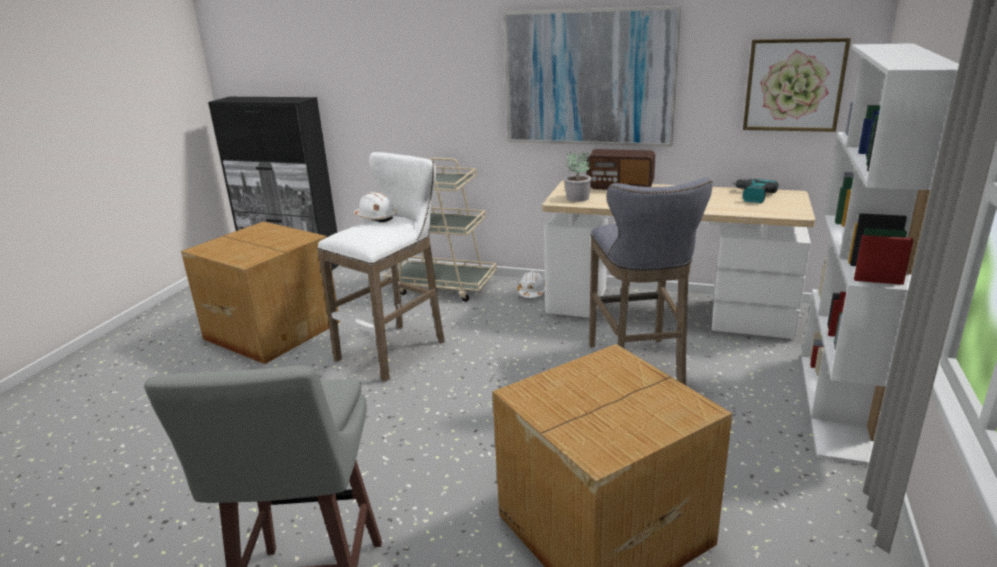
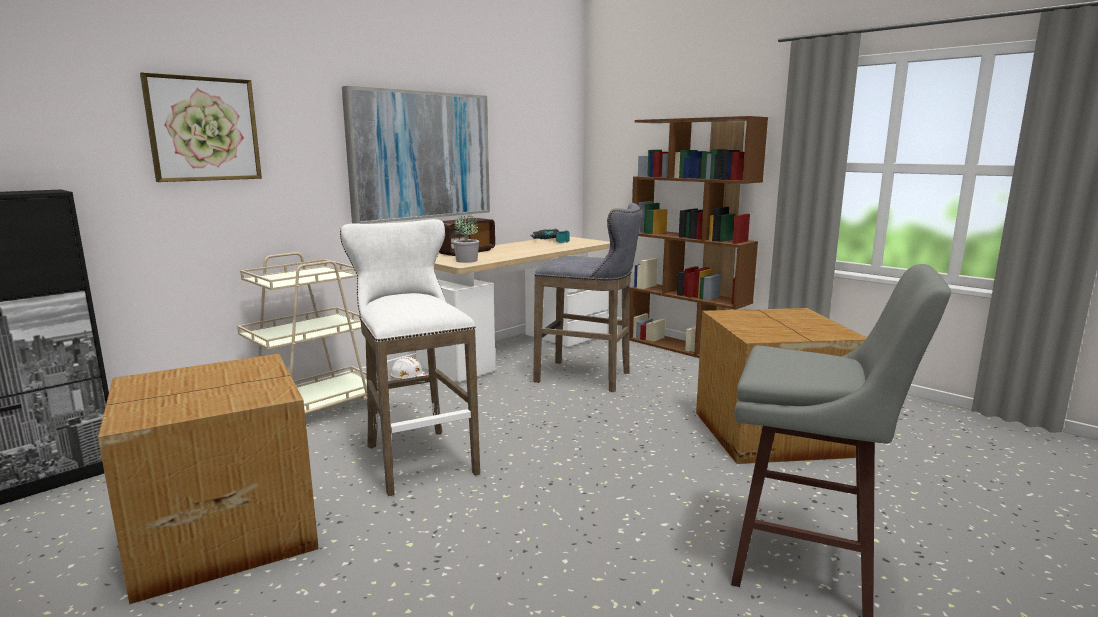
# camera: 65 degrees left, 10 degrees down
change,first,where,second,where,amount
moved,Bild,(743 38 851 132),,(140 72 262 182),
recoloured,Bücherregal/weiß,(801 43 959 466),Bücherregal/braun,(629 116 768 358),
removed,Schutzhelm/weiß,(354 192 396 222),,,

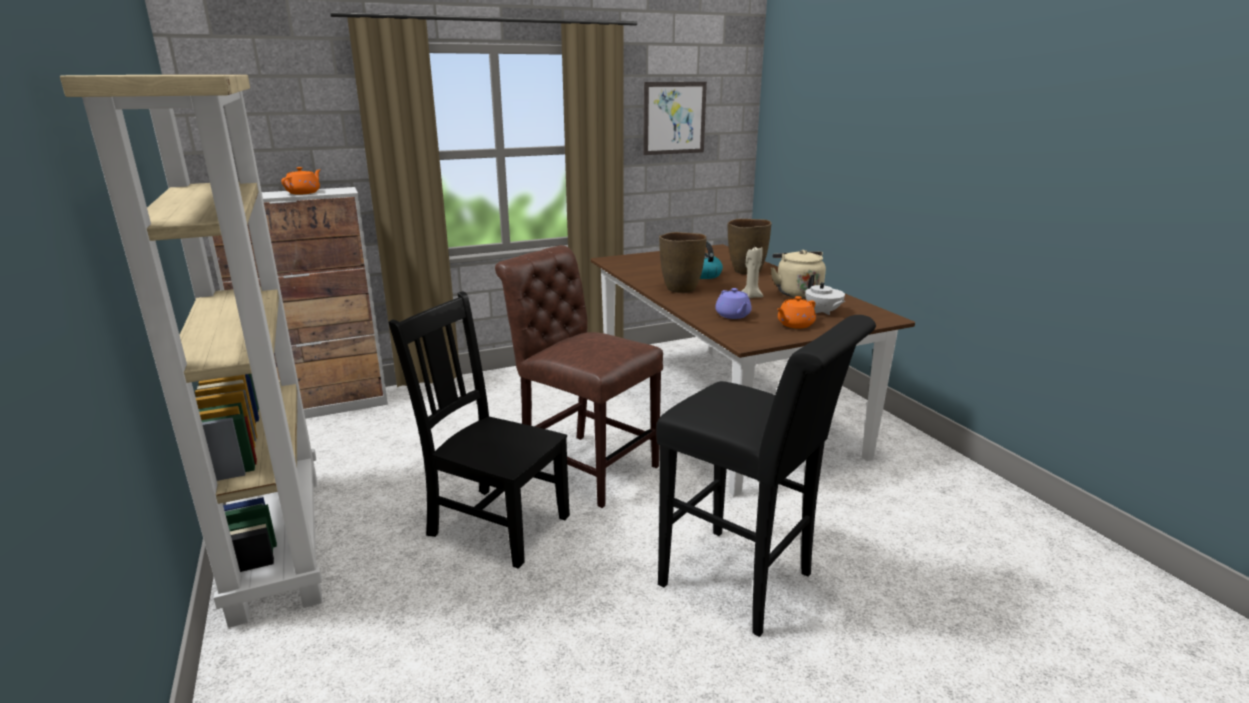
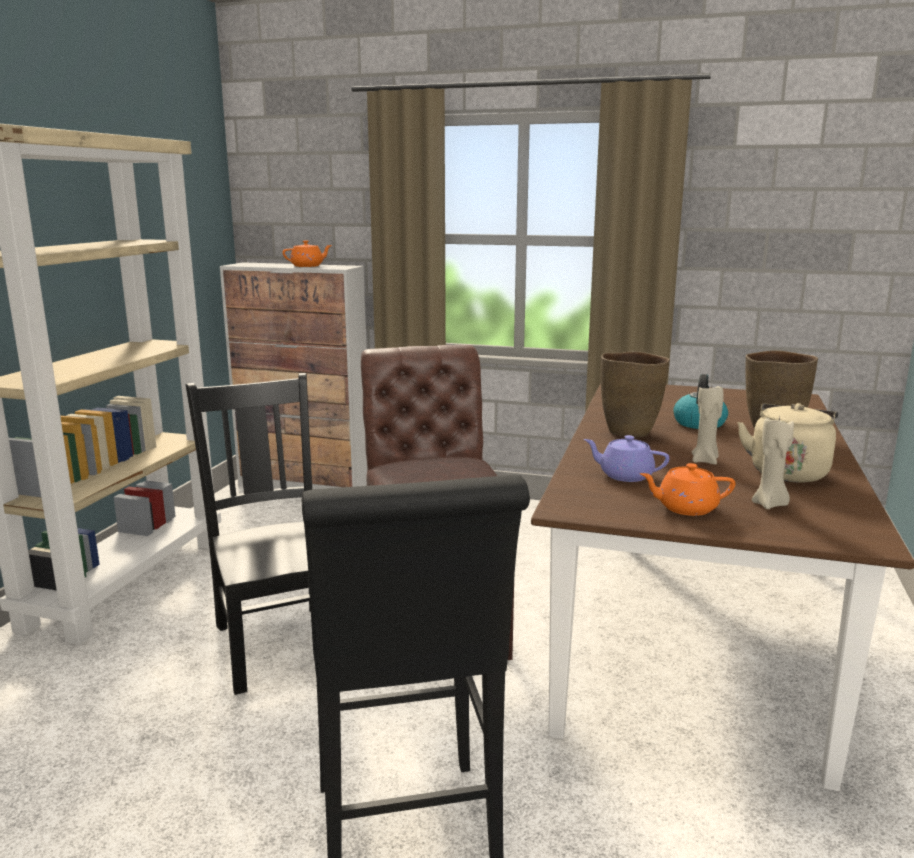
# camera: 40 degrees right, 5 degrees down
change,first,where,second,where,amount
turned,Teekanne/lila,(715 288 752 319),,(584 435 670 482),90 degrees clockwise
replaced,Teekanne/weiß,(805 274 845 315),Kerze/beige,(752 417 794 509),
removed,Bild,(643 82 707 155),,,

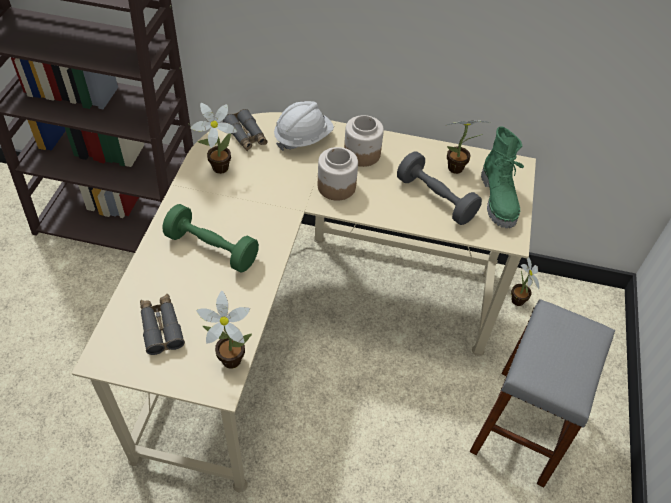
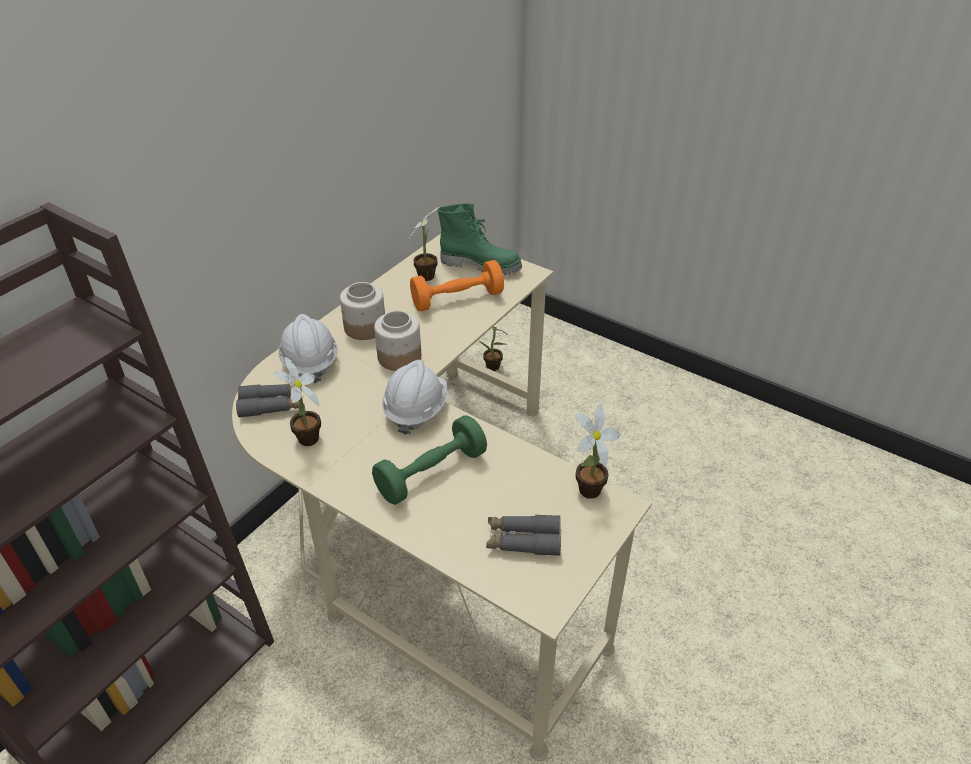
# camera: 65 degrees left, 10 degrees down
change,first,where,second,where,amount
added,,,Schutzhelm/weiß,(382 360 447 435),
recoloured,Hantel/grau,(397 151 482 225),Hantel/orange,(410 260 504 311),
removed,Hocker/grau,(470 299 615 488),,,

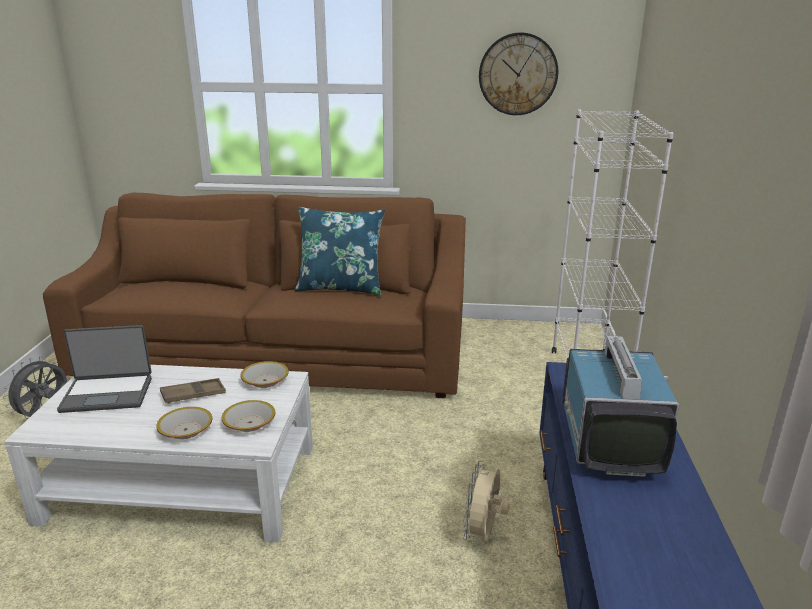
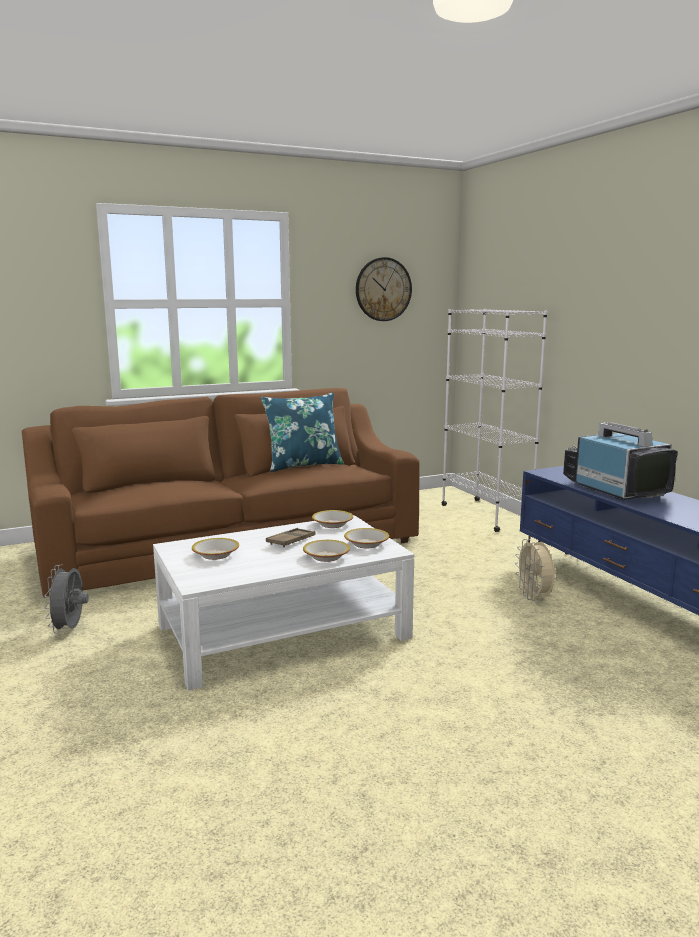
# camera: 30 degrees left, 10 degrees down
change,first,where,second,where,amount
replaced,Laptop,(57 325 152 413),Schüssel,(192 538 239 560),

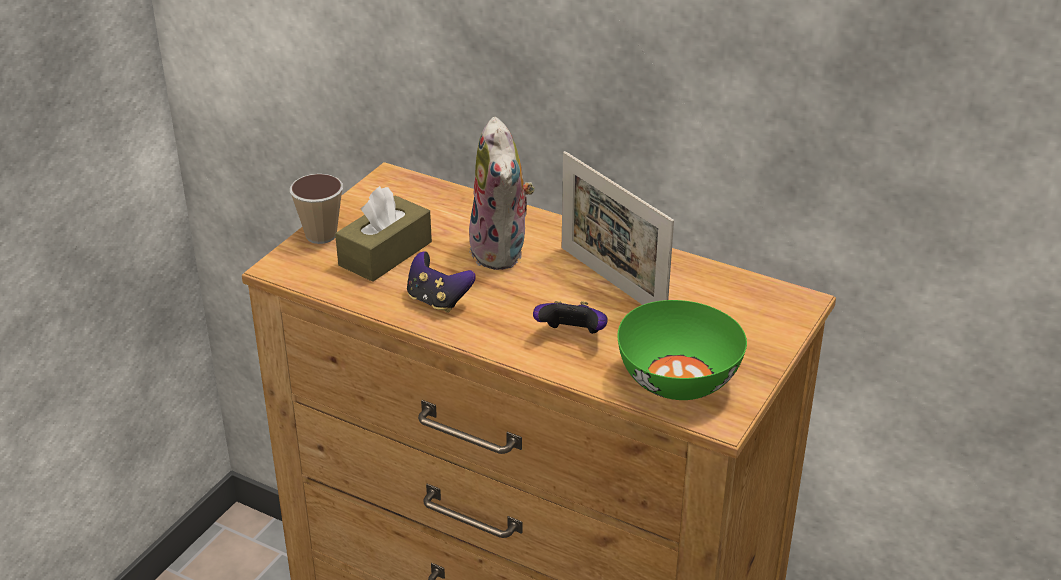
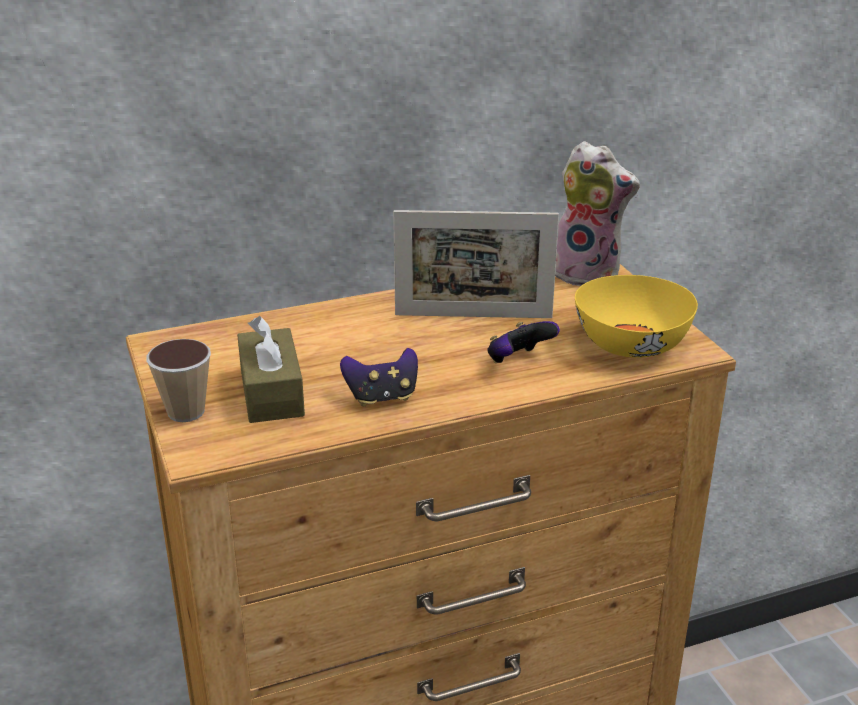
# camera: 50 degrees left, 5 degrees down
change,first,where,second,where,amount
moved,Plüschtier,(469 117 535 270),,(555 141 640 286),
recoloured,Schüssel/grün,(617 300 747 400),Schüssel/gelb,(575 275 698 358),

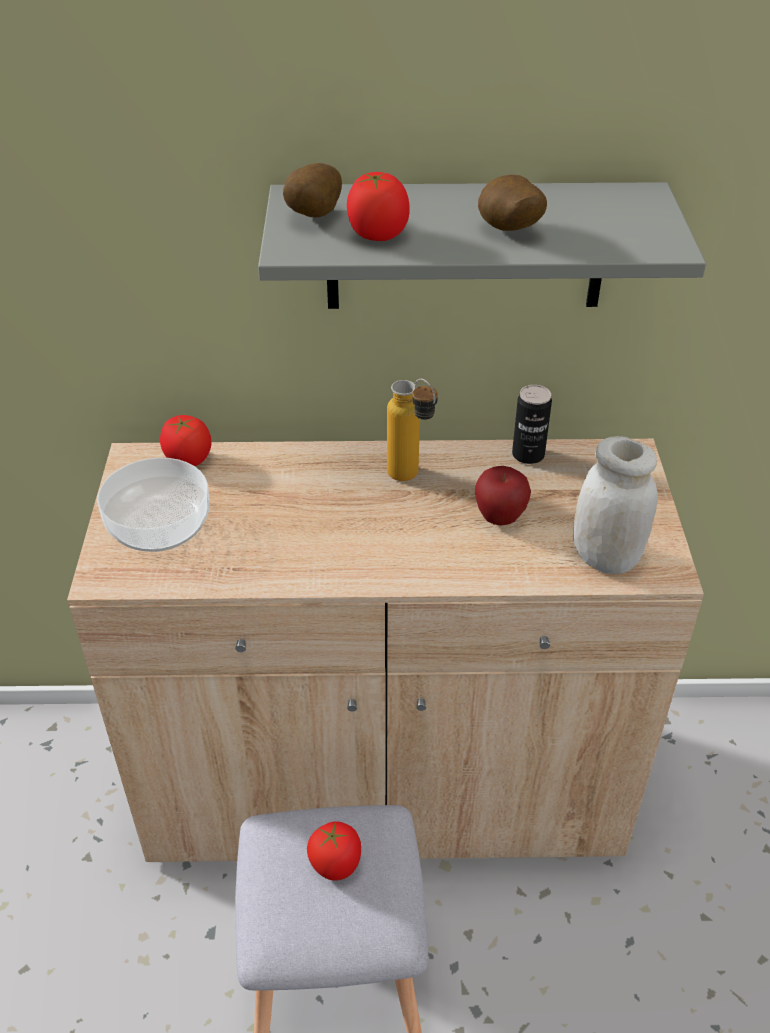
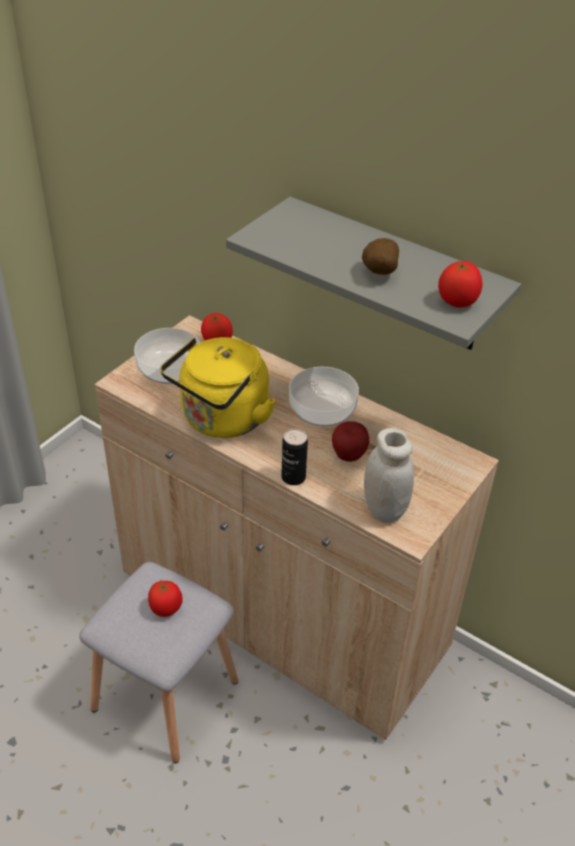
# camera: 35 degrees right, 0 degrees up
change,first,where,second,where,amount
added,,,Wasserkessel/gelb,(160 337 276 438),
moved,Dose,(512 385 552 464),,(281 429 308 485),
replaced,Flasche,(387 379 438 481),Schüssel,(289 367 359 427),
moved,Tomate,(347 172 410 241),,(438 260 482 308),
removed,Kartoffel,(283 163 342 217),,,

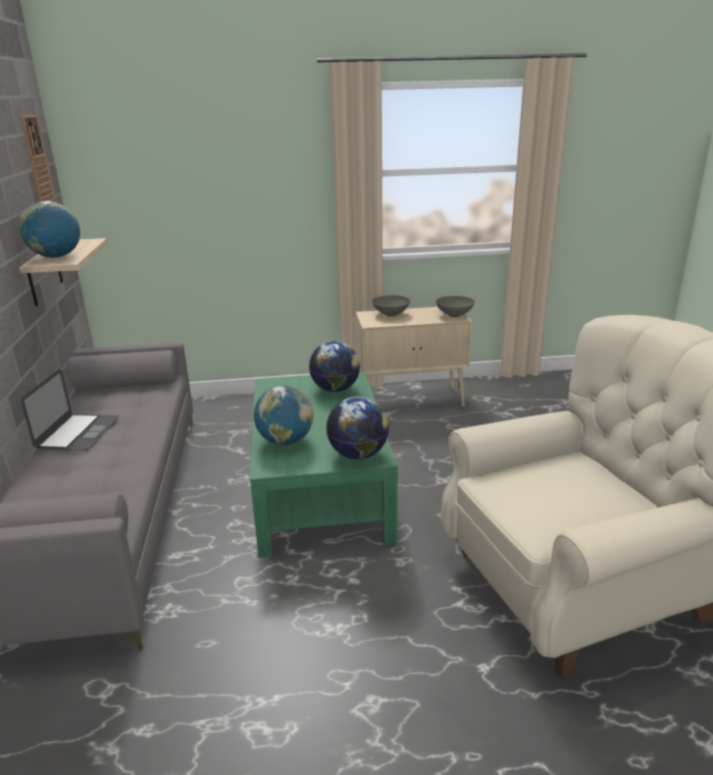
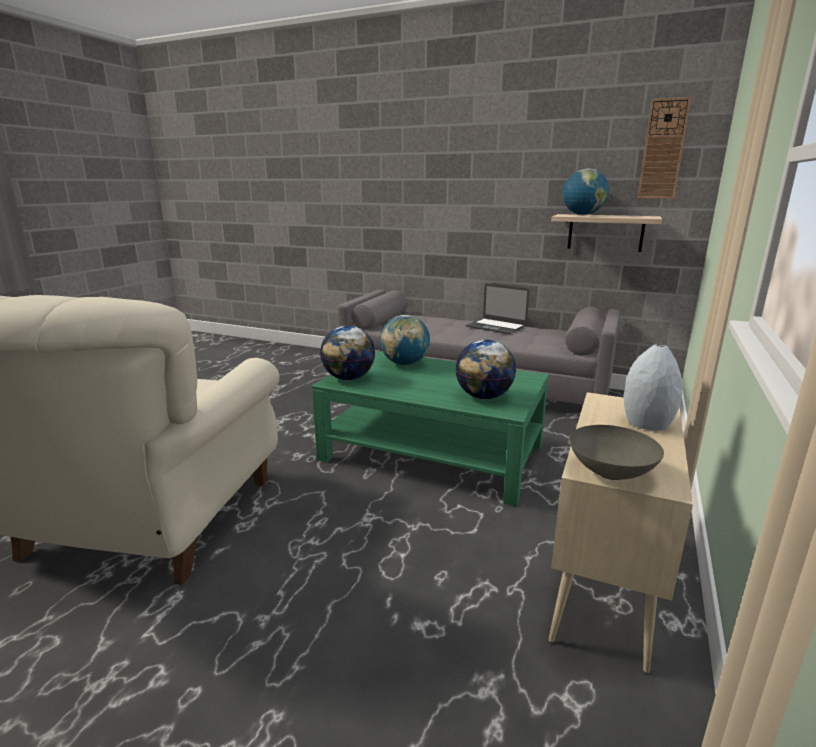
# camera: 120 degrees right, 5 degrees down
change,first,where,second,where,amount
replaced,Schüssel/grau,(372 295 410 317),Vase/grau,(624 344 683 431),

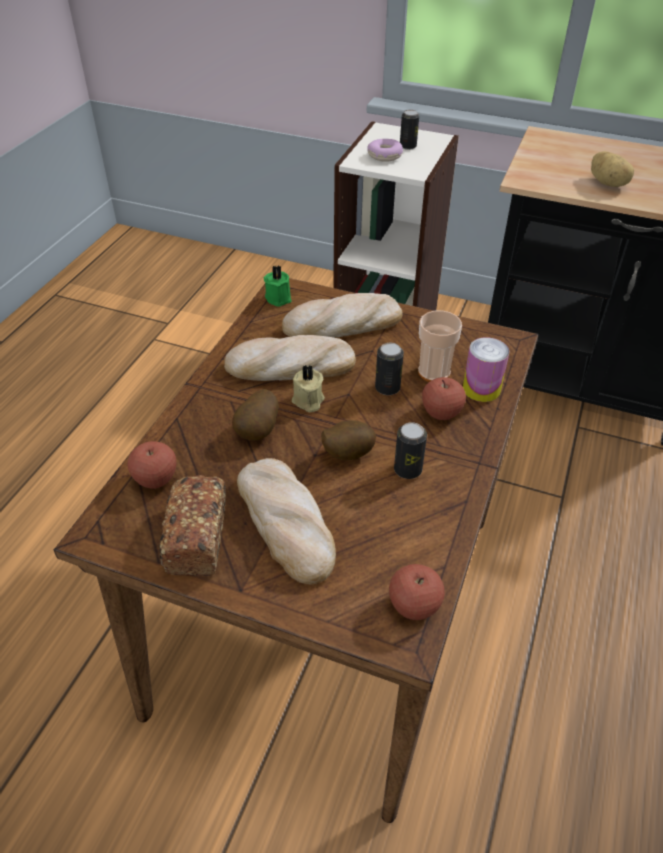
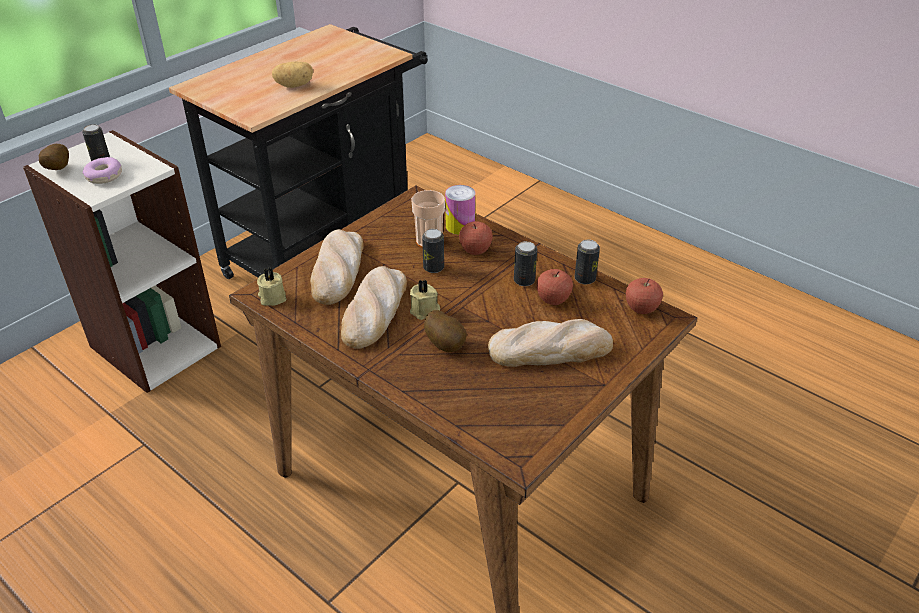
# camera: 70 degrees left, 5 degrees down
change,first,where,second,where,amount
moved,Kartoffel,(321 420 376 460),,(39 144 69 170),
recoloured,Kerze/grün,(264 266 292 307),Kerze/beige,(257 268 286 306),
moved,Apfel,(127 441 176 489),,(536 269 573 305),
added,,,Dose,(575 239 600 284),
removed,Brot,(159 475 226 576),,,

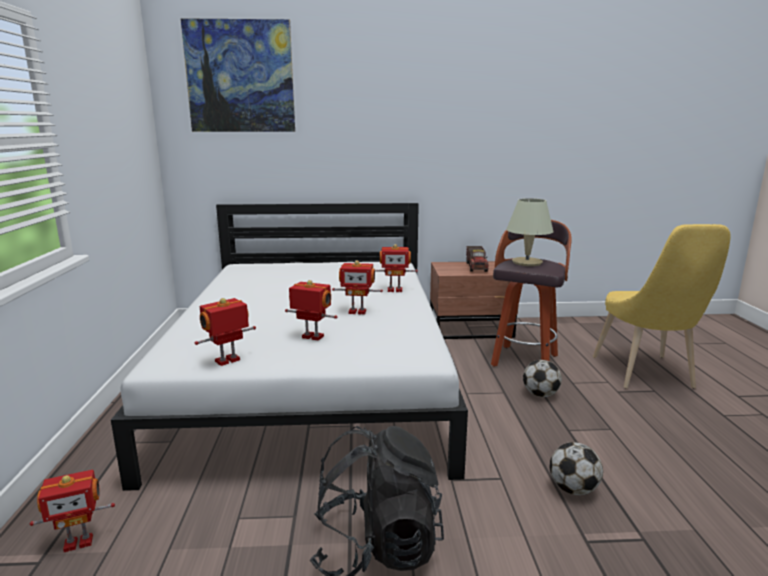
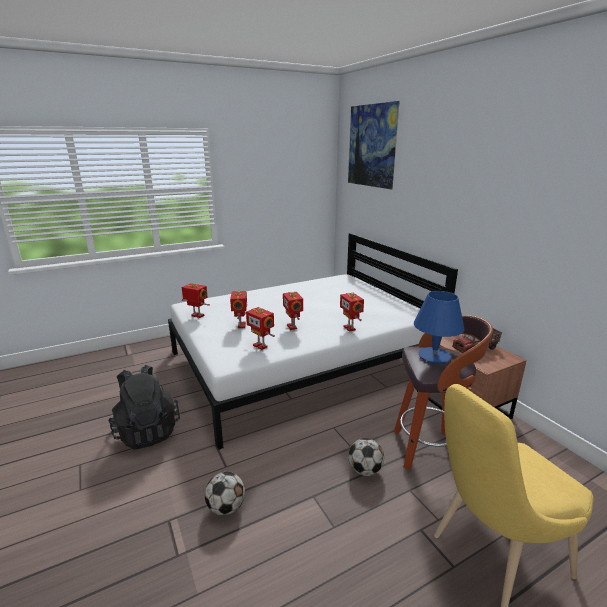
# camera: 65 degrees right, 5 degrees up
change,first,where,second,where,amount
moved,Spielzeugroboter,(30 470 115 552),,(246 307 275 350),
recoloured,Tischlampe/beige,(506 198 554 266),Tischlampe/blau,(414 291 464 364),

